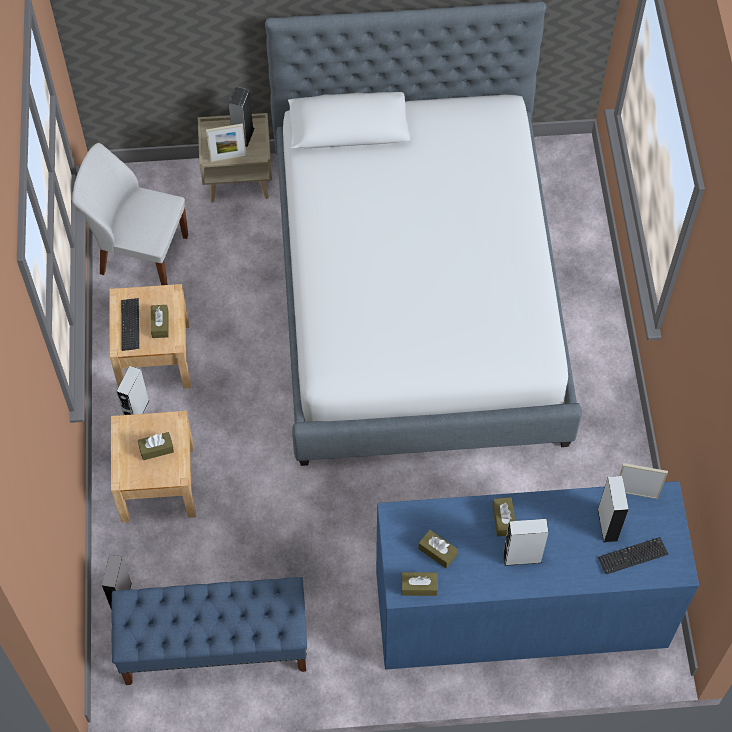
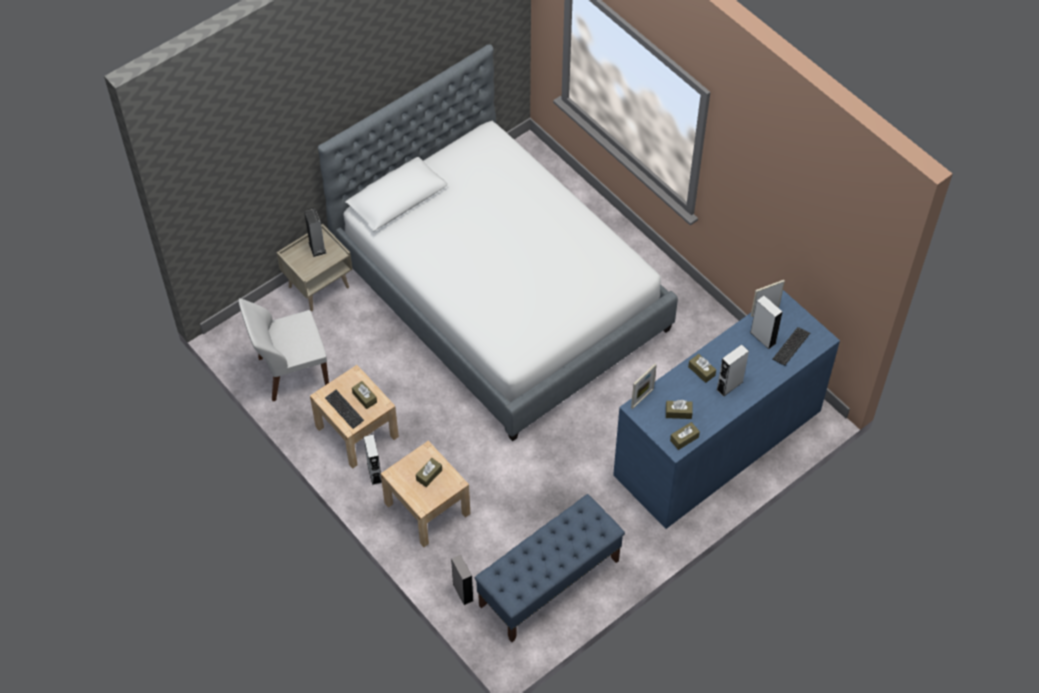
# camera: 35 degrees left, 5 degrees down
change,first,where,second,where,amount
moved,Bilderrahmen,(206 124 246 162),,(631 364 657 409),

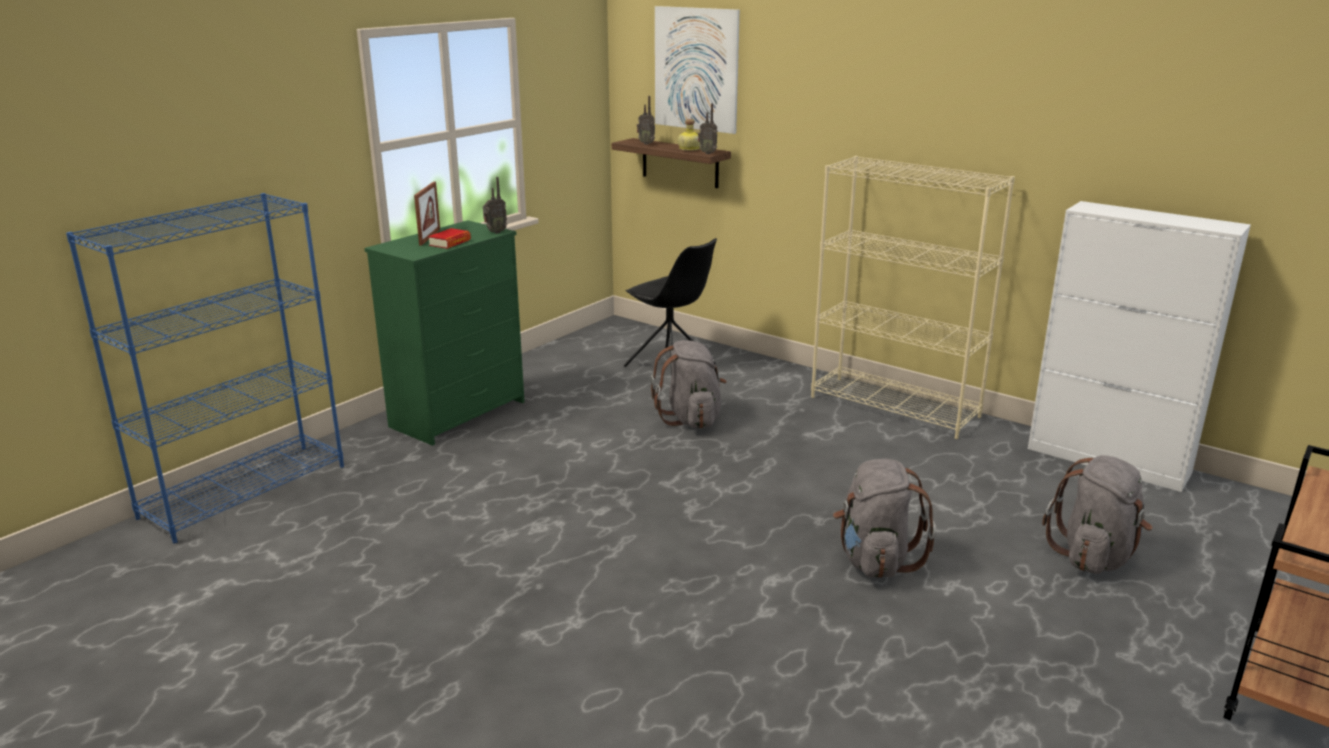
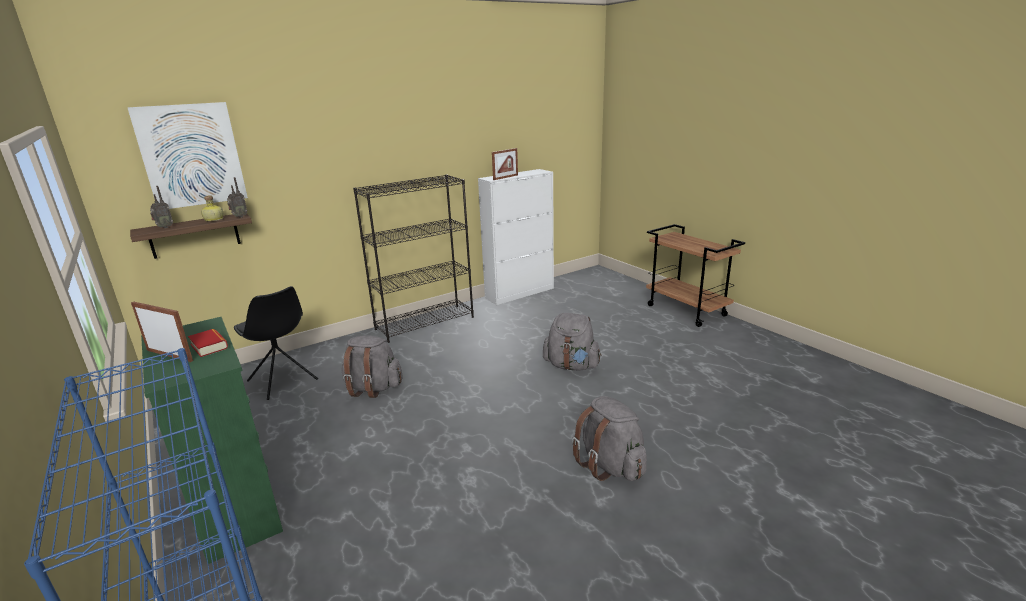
# camera: 70 degrees left, 0 degrees up
change,first,where,second,where,amount
turned,Stuhl/schwarz,(624 238 717 373),,(234 286 318 400),75 degrees clockwise
recoloured,Bücherregal/beige,(811 156 1015 439),Bücherregal/schwarz,(353 175 474 343),
added,,,Bilderrahmen,(492 148 518 180),
moved,Rucksack/grau,(1042 455 1152 574),,(572 396 647 481),
removed,Radio,(483 177 507 234),,,

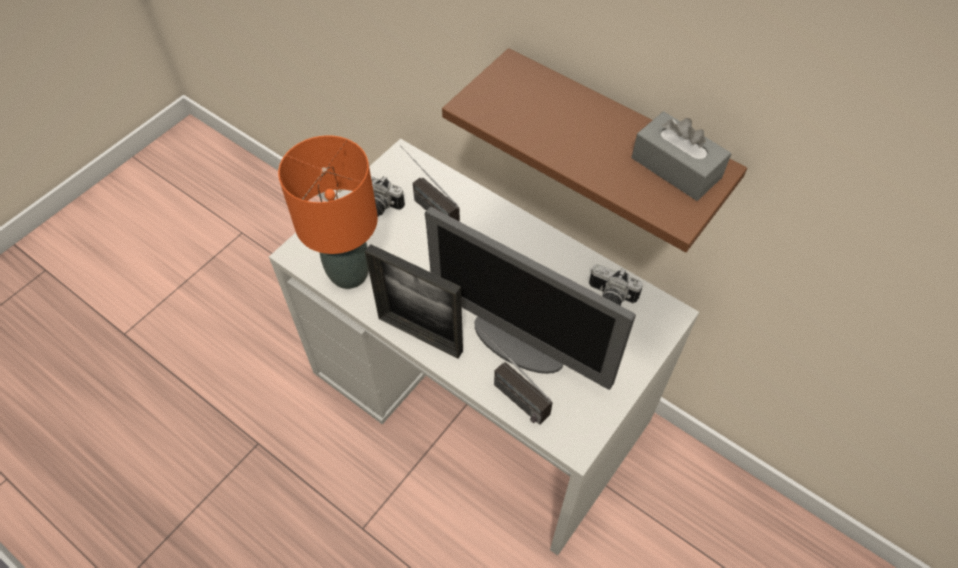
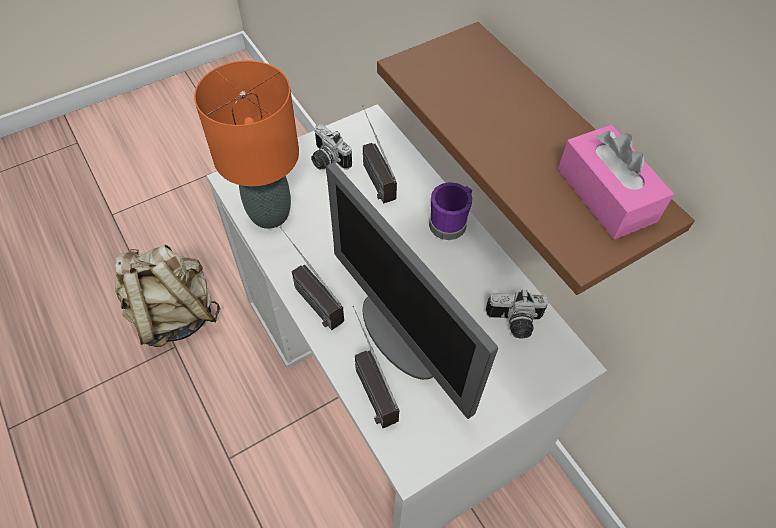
# camera: 20 degrees right, 0 degrees up
change,first,where,second,where,amount
added,,,Rucksack/beige,(115 245 221 347),
replaced,Bilderrahmen,(365 244 463 359),Radio,(280 227 344 330),
added,,,Henkelbecher/lila,(429 182 472 240),
turned,Kamera,(589 264 643 306),,(486 289 548 338),45 degrees counterclockwise
recoloured,Taschentuchbox/grau,(632 111 731 201),Taschentuchbox/rosa,(558 125 674 239),

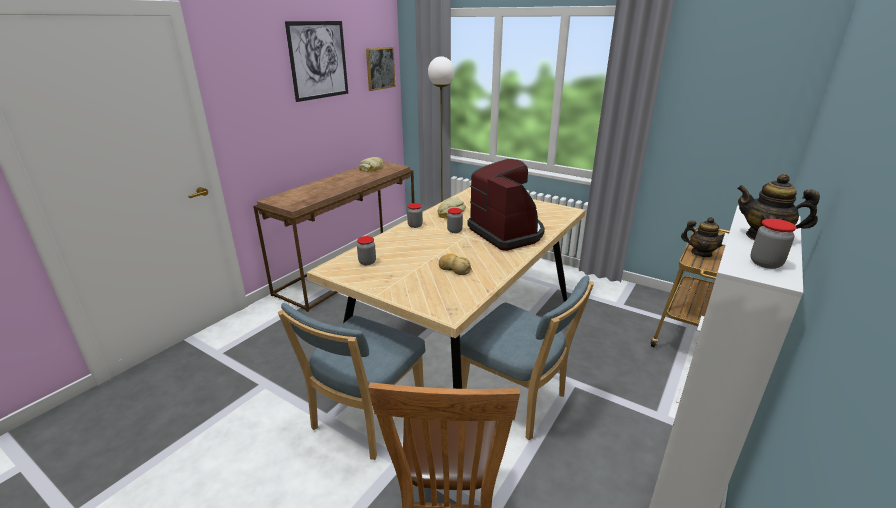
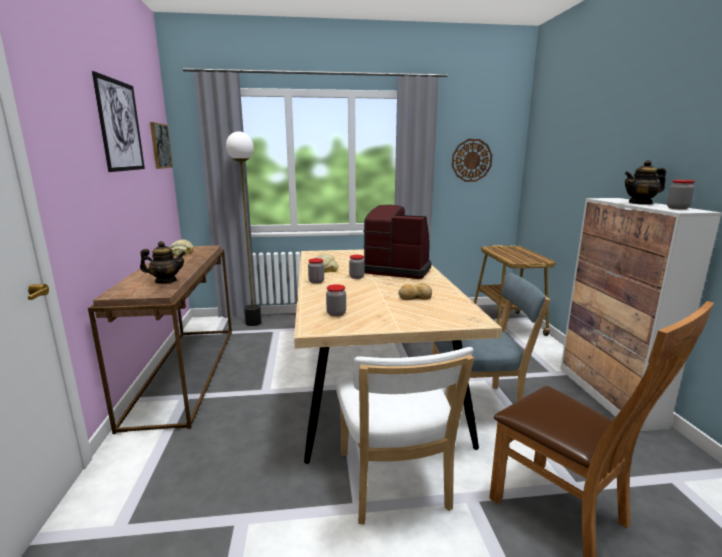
# camera: 40 degrees left, 10 degrees down
change,first,where,second,where,amount
moved,Teekanne,(681 217 729 257),,(140 241 186 283),
recoloured,Stuhl/blau,(278 303 425 460),Stuhl/weiß,(336 347 474 525),
added,,,Wanduhr,(452 139 492 182),

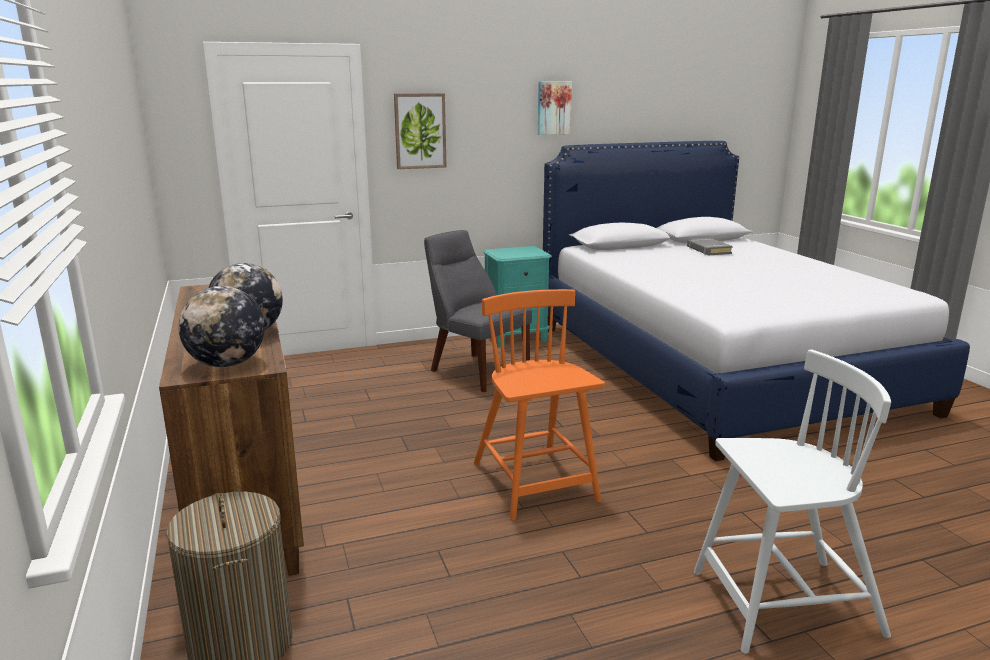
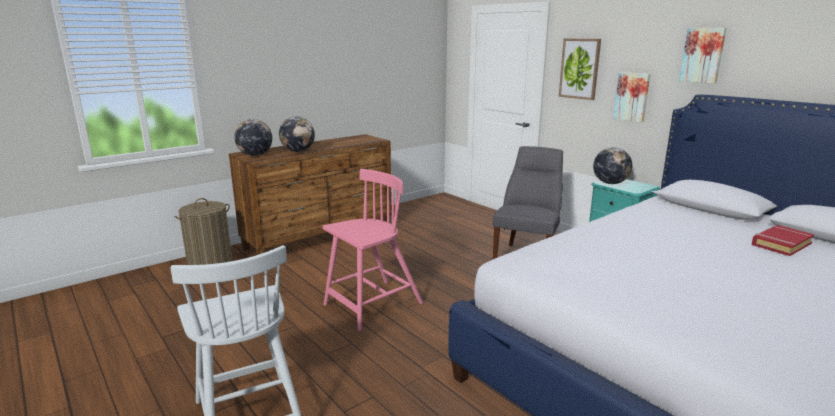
# camera: 70 degrees right, 0 degrees up
change,first,where,second,where,amount
recoloured,Stuhl/orange,(474 289 605 520),Stuhl/rosa,(323 169 423 331),
added,,,Globus,(593 147 632 184),
added,,,Bild,(613 72 650 122),
recoloured,Buch/grau,(687 238 733 255),Buch/rot,(752 225 814 256),

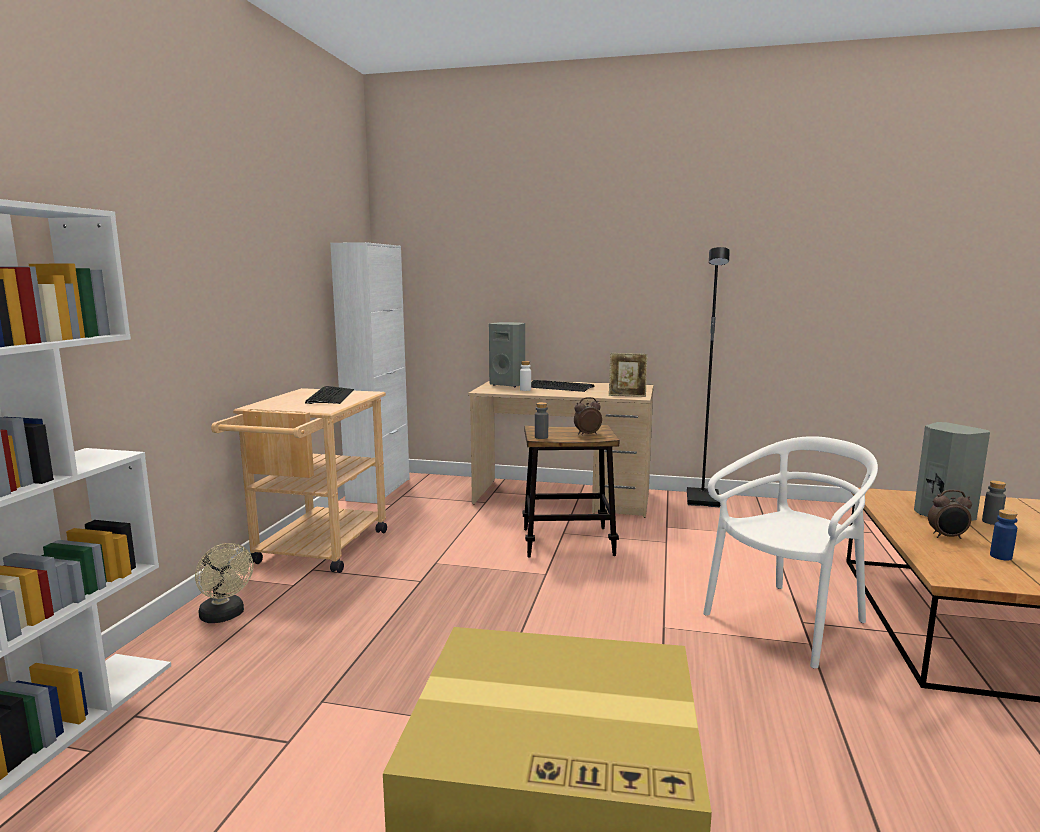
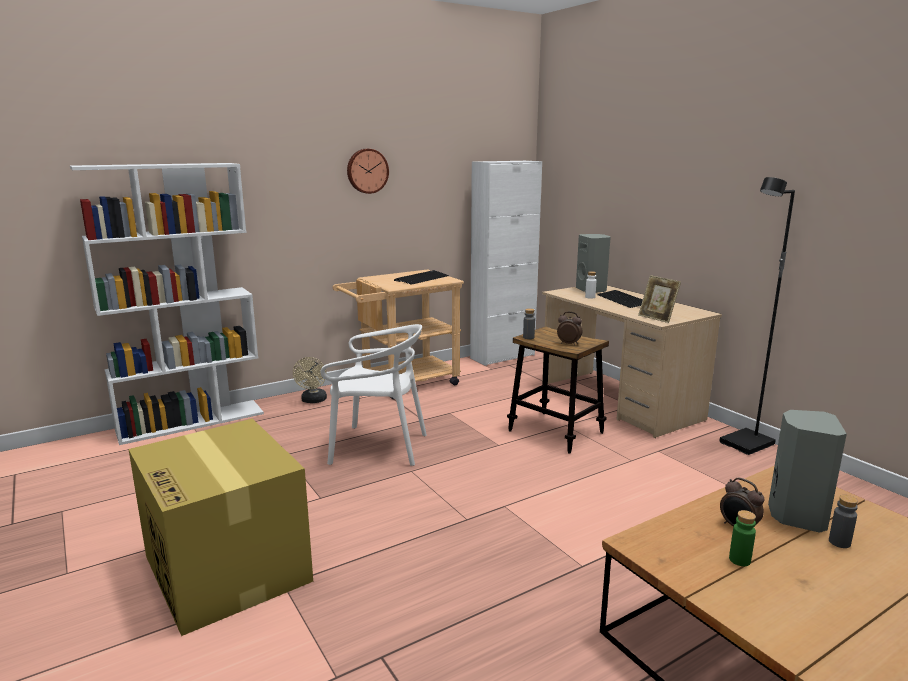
# camera: 45 degrees right, 5 degrees up
change,first,where,second,where,amount
moved,Stuhl/weiß,(703 436 878 669),,(320 324 427 466),
added,,,Wanduhr,(347 149 389 194),
recoloured,Flasche/blau,(990 509 1017 561),Flasche/grün,(729 510 756 566),

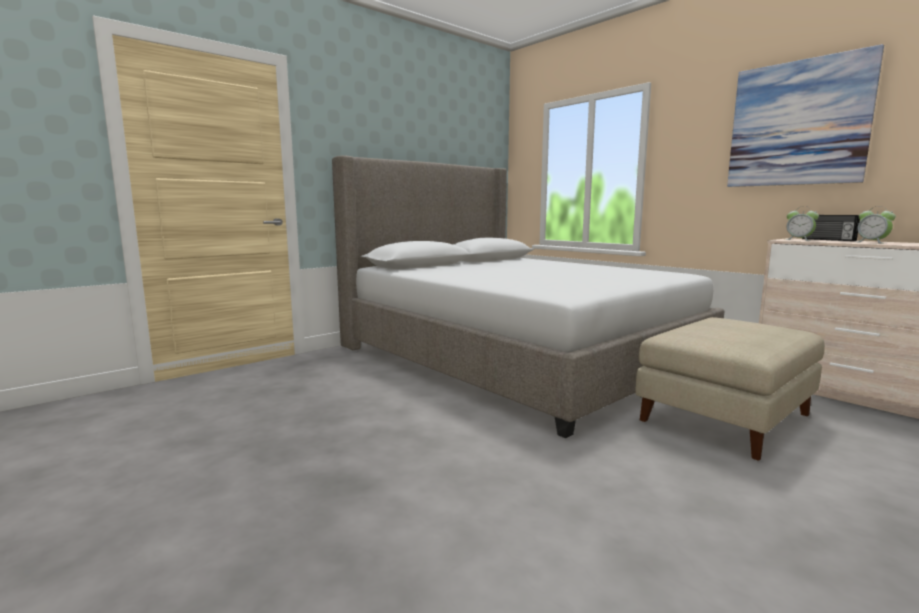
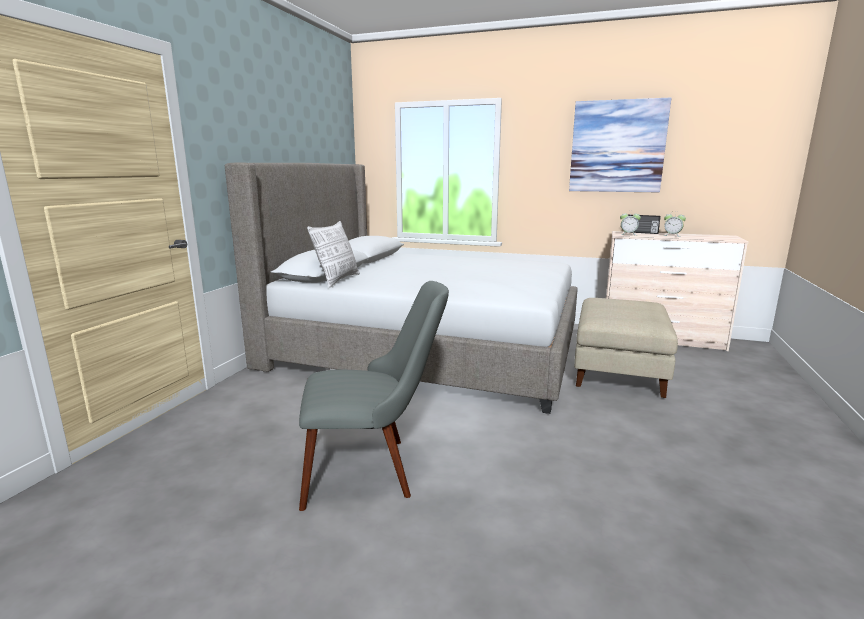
# camera: 30 degrees left, 5 degrees up
change,first,where,second,where,amount
added,,,Stuhl/grau,(299 281 449 511),
added,,,Kissen,(307 221 360 288),

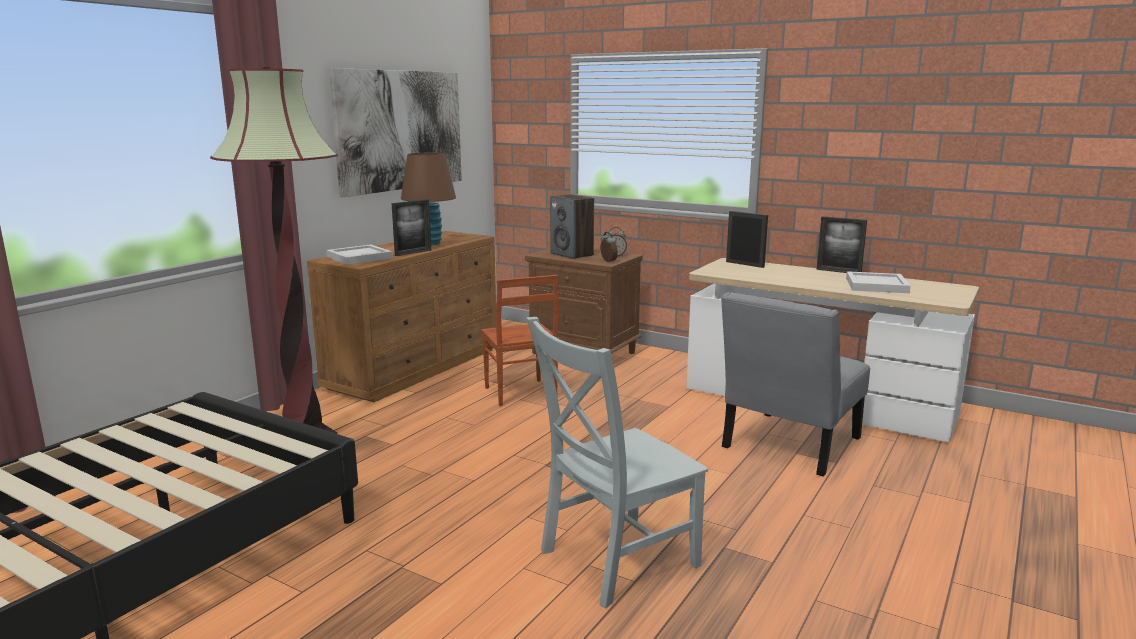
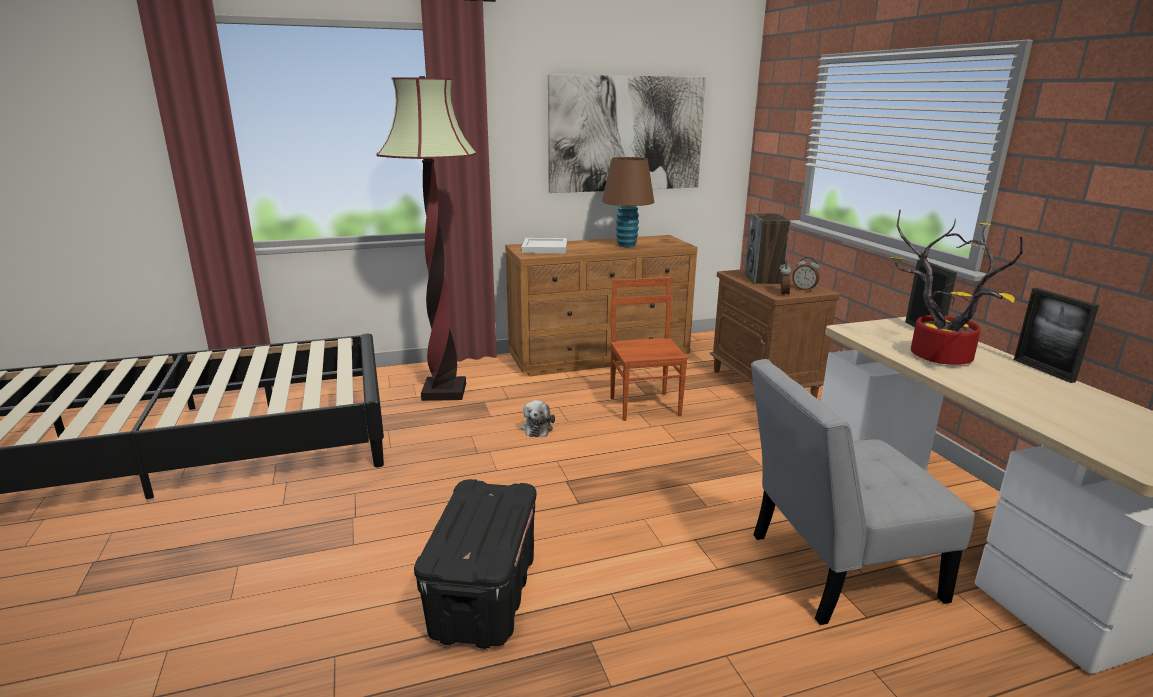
# camera: 40 degrees right, 5 degrees up
change,first,where,second,where,amount
replaced,Stuhl/grau,(526 317 708 608),Aufbewahrungsbox/schwarz,(414 479 536 649),
added,,,Plüschtier,(521 400 555 437),
turned,Stuhl/braun,(481 275 559 406),,(610 277 688 421),150 degrees clockwise
added,,,Topfpflanze,(889 210 1023 365),
removed,Bilderrahmen,(391 199 431 256),,,
removed,Tablett/weiß,(846 271 911 293),,,

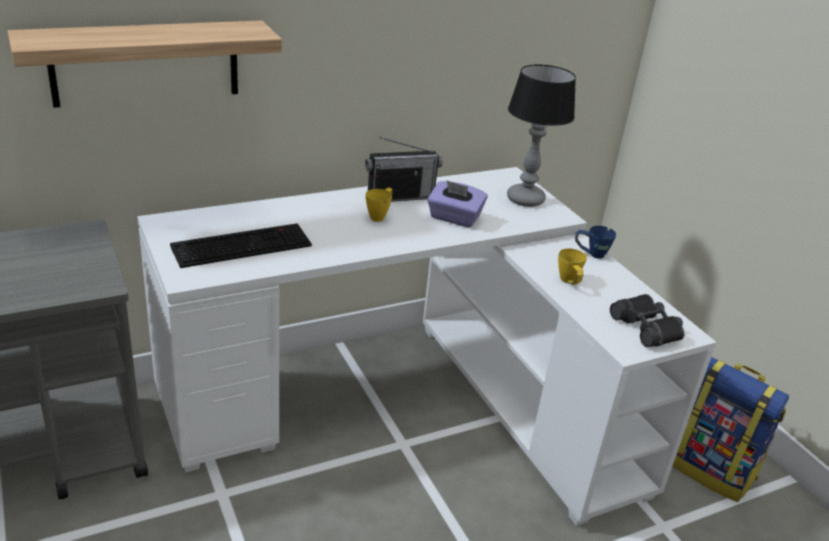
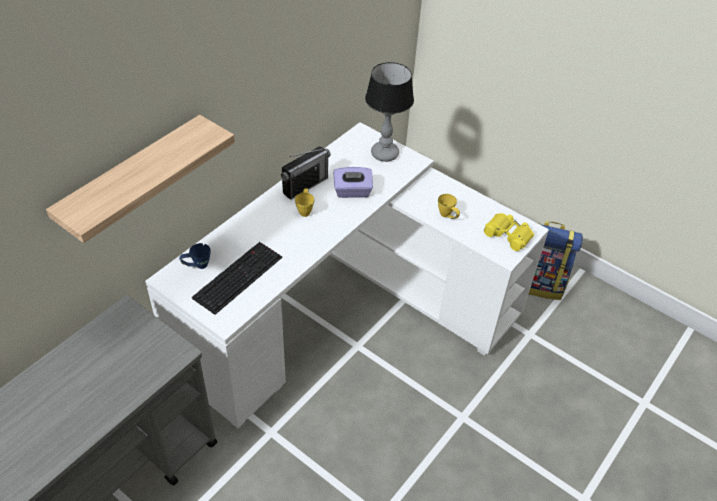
# camera: 25 degrees left, 15 degrees up
change,first,where,second,where,amount
moved,Henkelbecher/blau,(575 226 616 259),,(179 243 211 269),
recoloured,Fernglas/schwarz,(610 294 685 347),Fernglas/gelb,(484 213 534 251),

